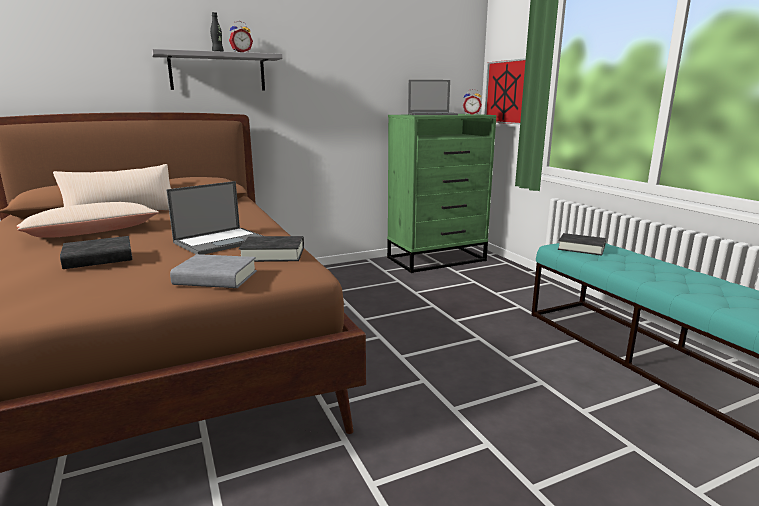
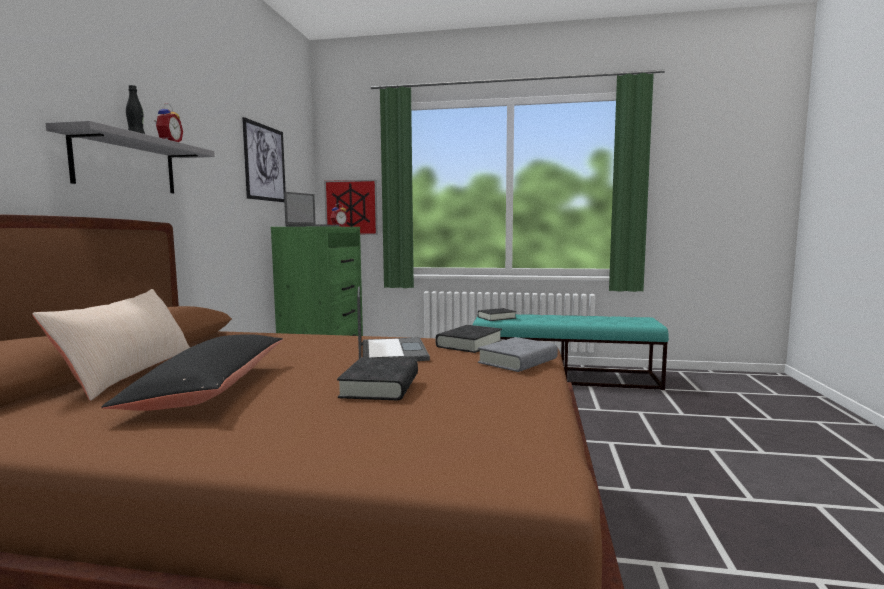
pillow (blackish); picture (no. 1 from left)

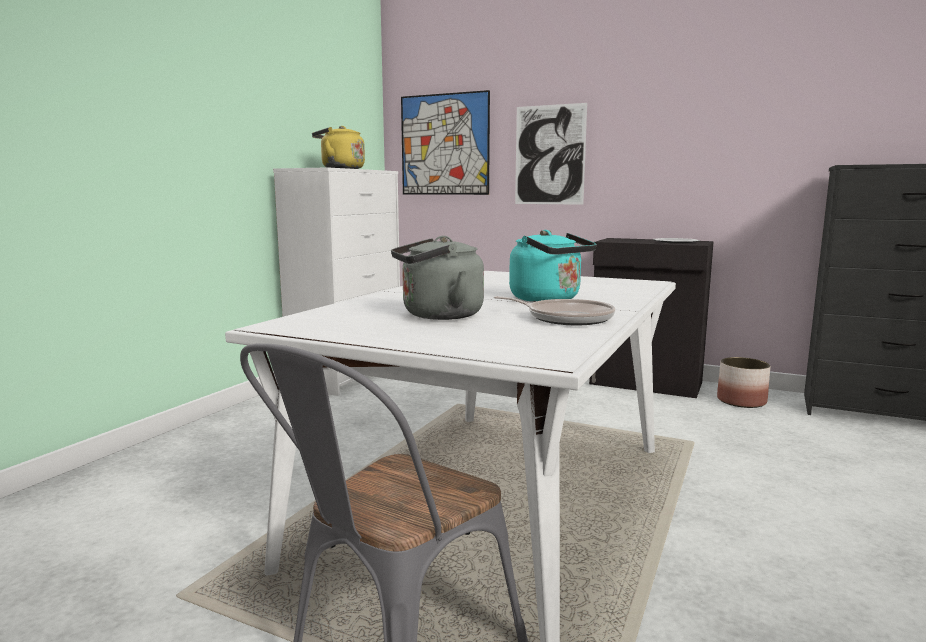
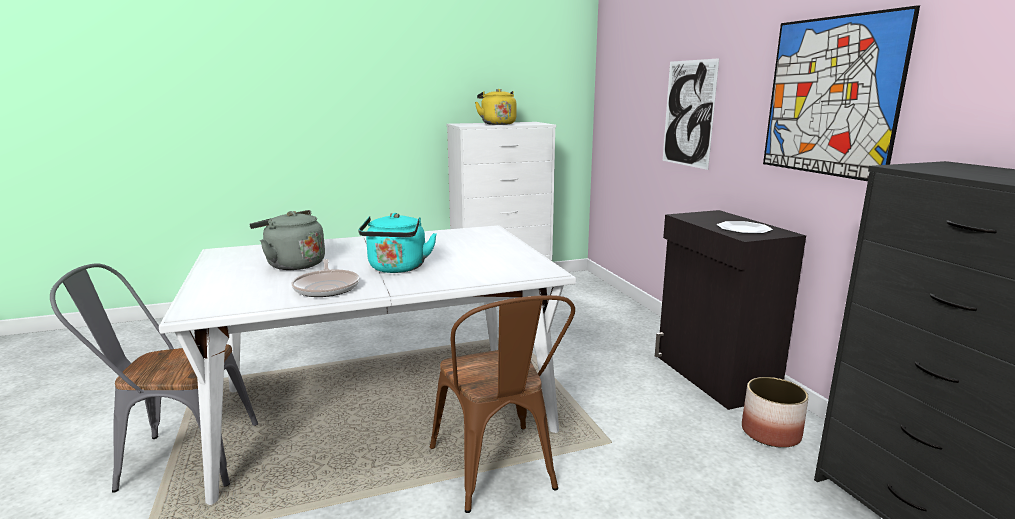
picture (no. 2 from left); chair (brown-coloured)

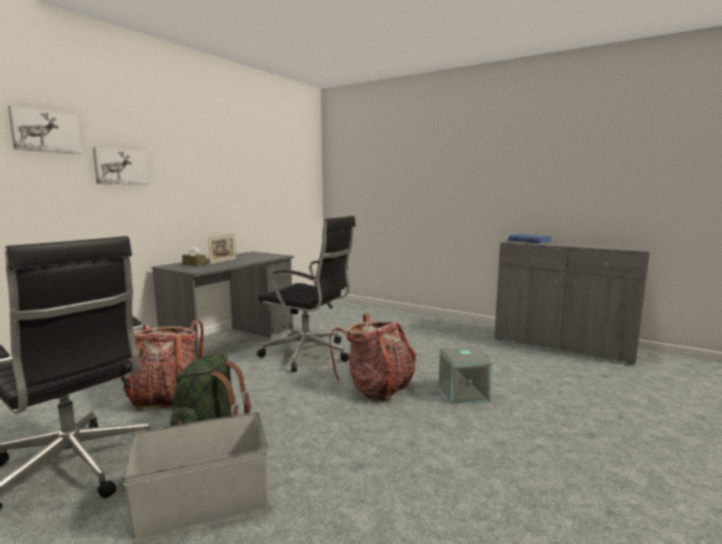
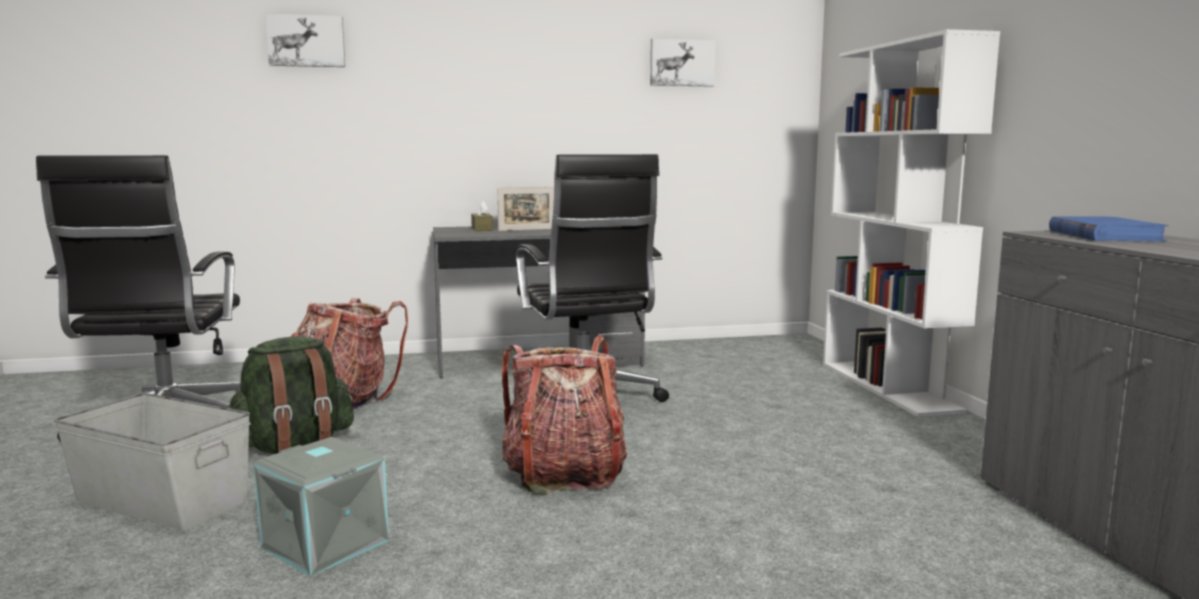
picture (no. 2 from left); storage container (greyish) (no. 2 from left); bookshelf (white)

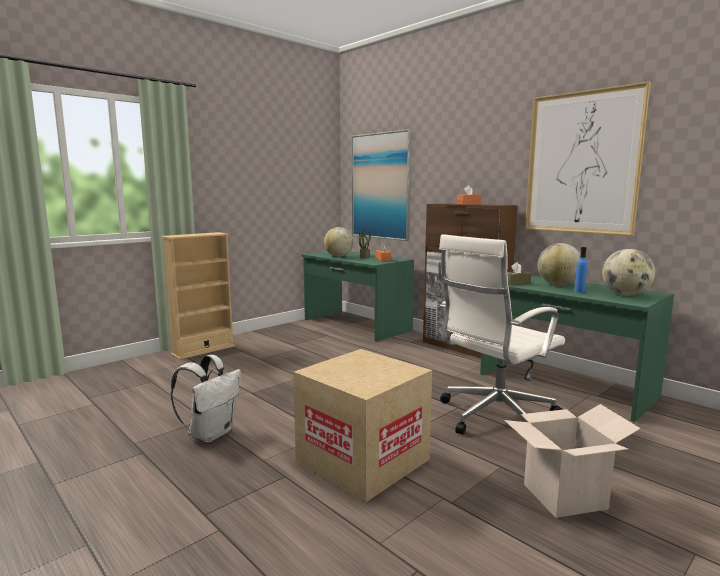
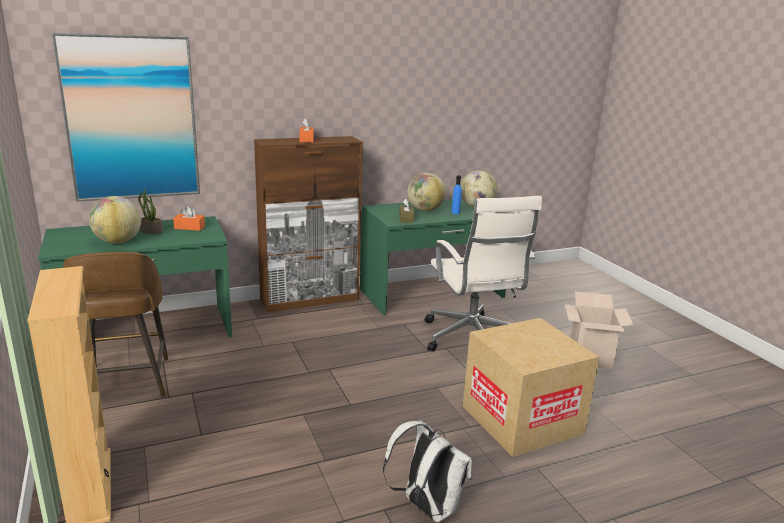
picture (no. 2 from left in the first image); sitting stool (brown-coloured)

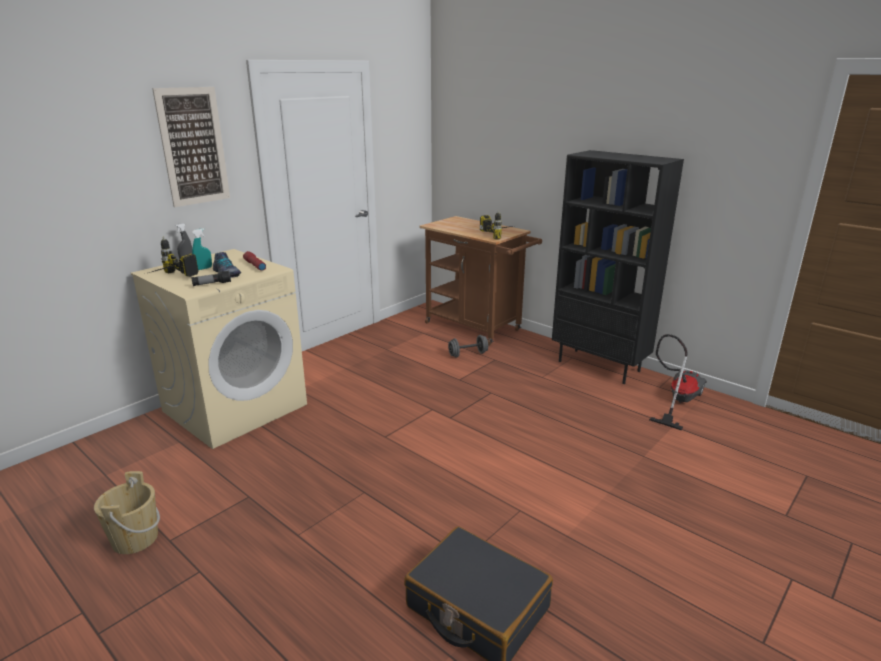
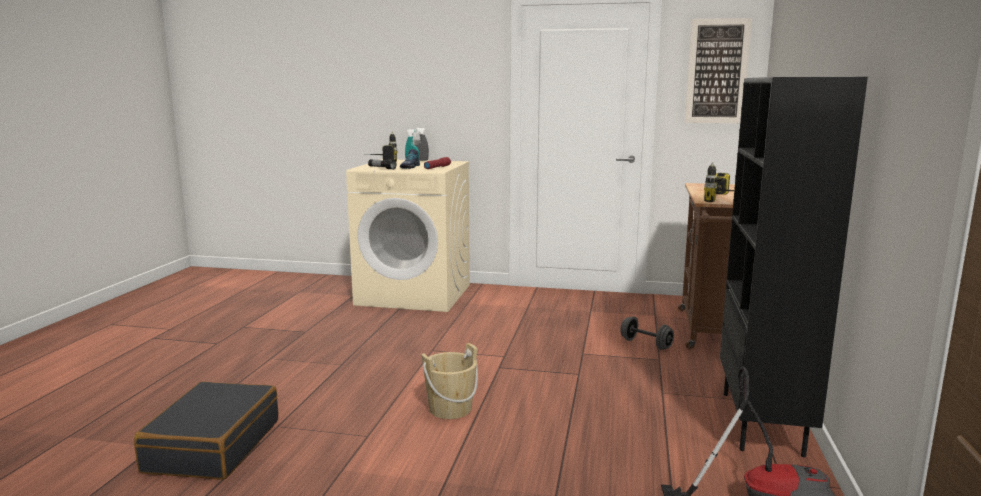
water bucket (beige); picture

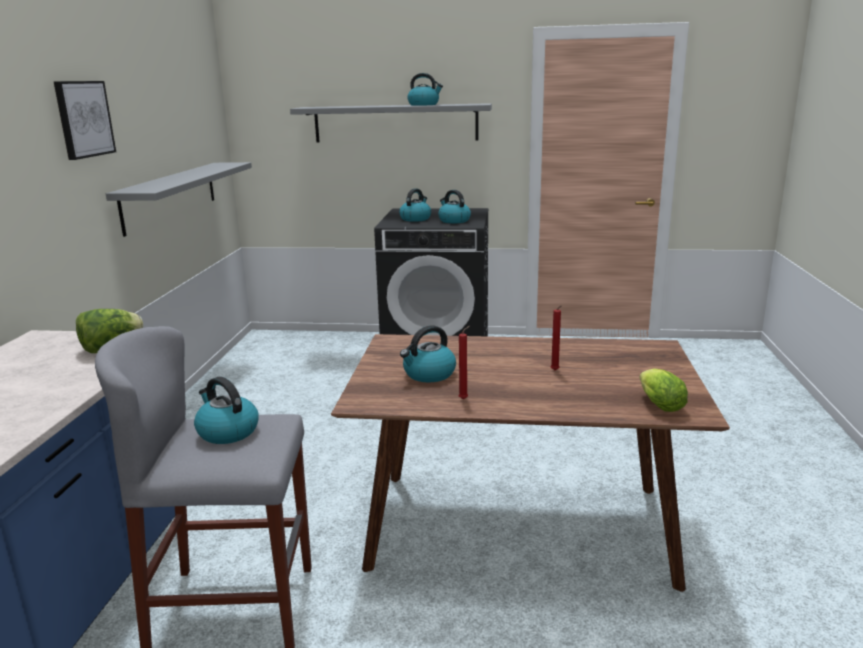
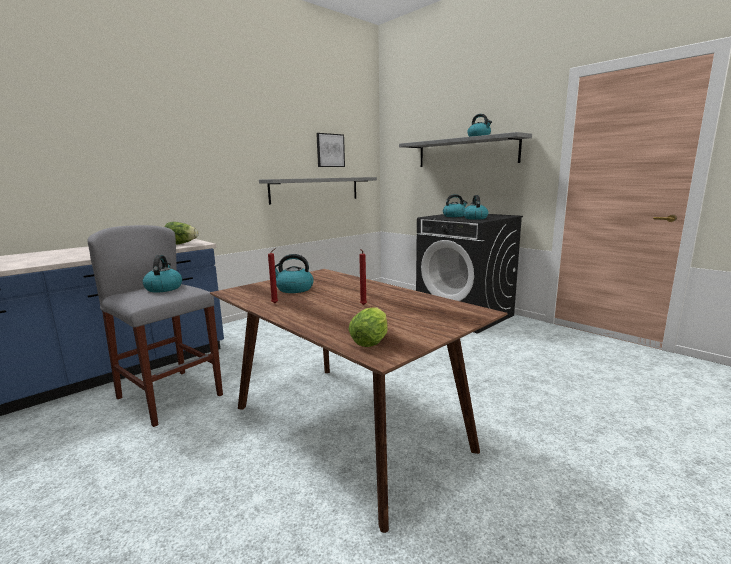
picture

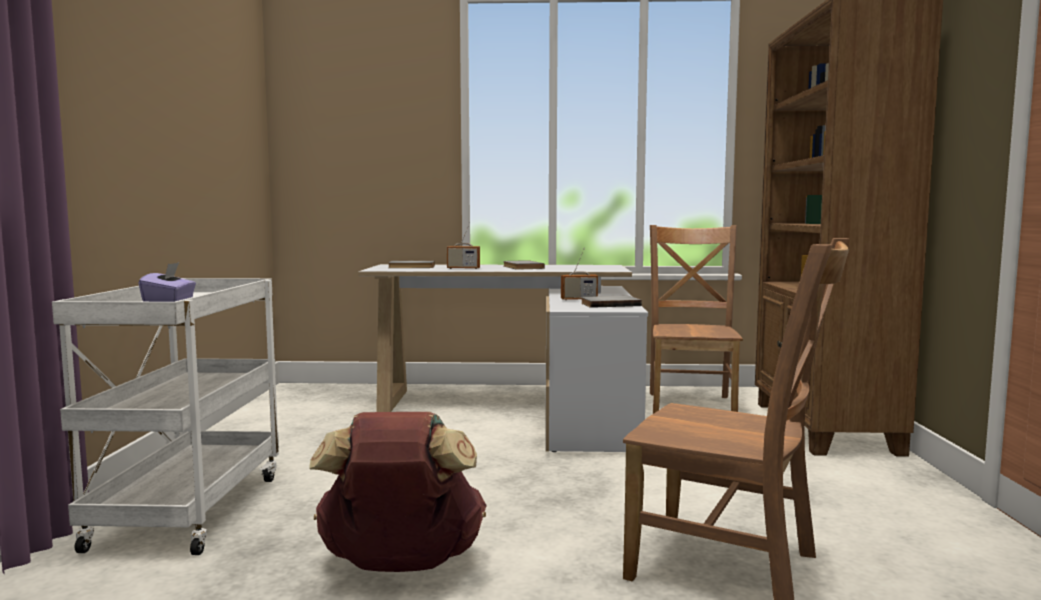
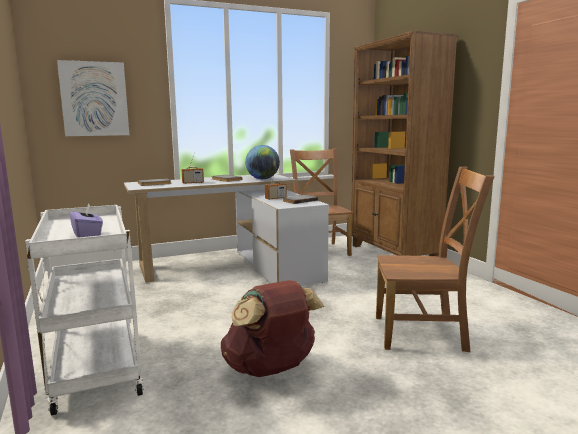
picture; world globe

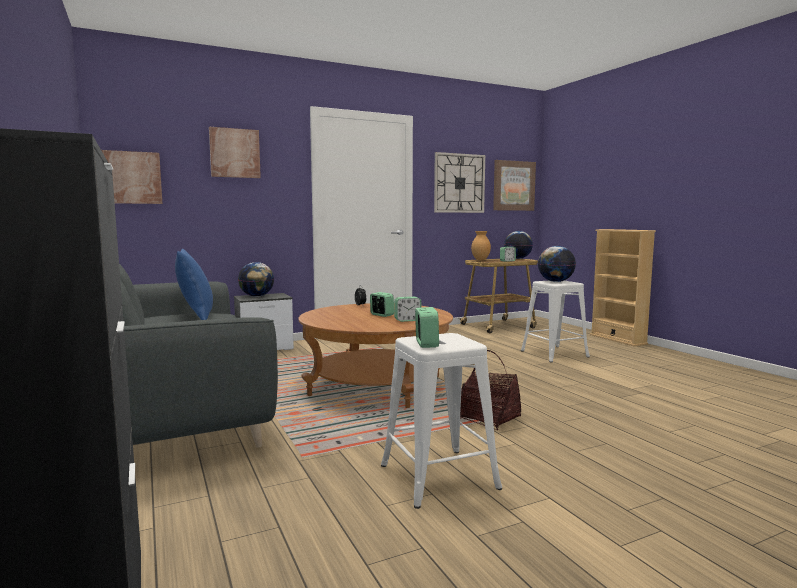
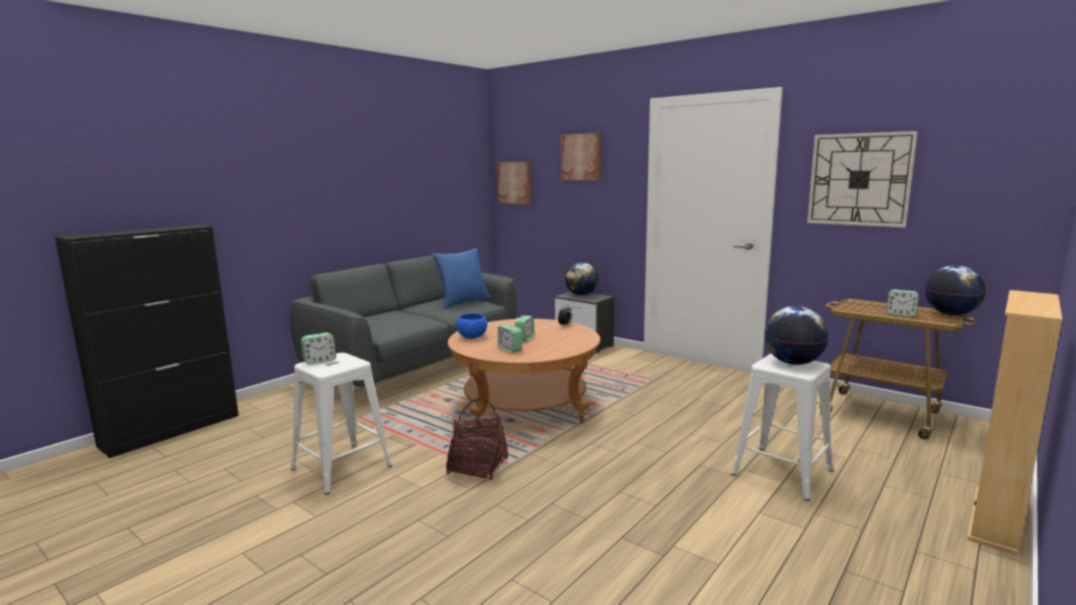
vase (brown-coloured); picture (no. 3 from left in the first image); serving bowl (blue-coloured)

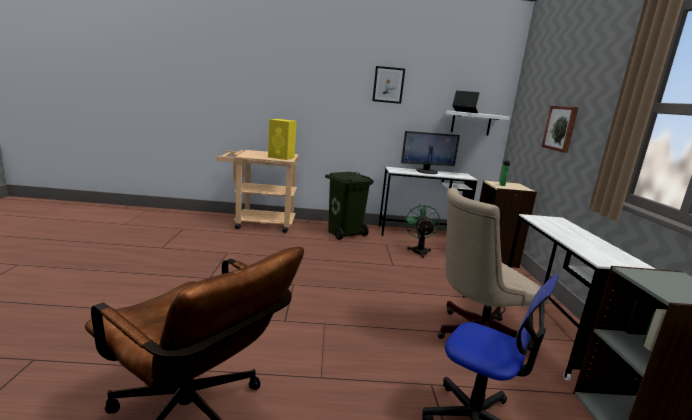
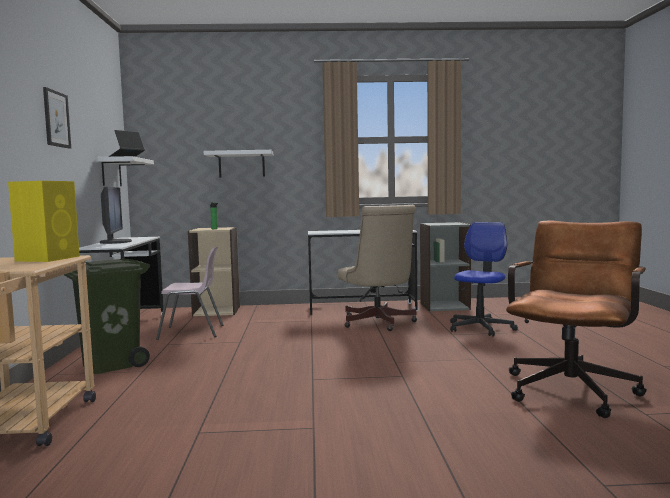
chair (pink); shelf (white) (no. 2 from left)

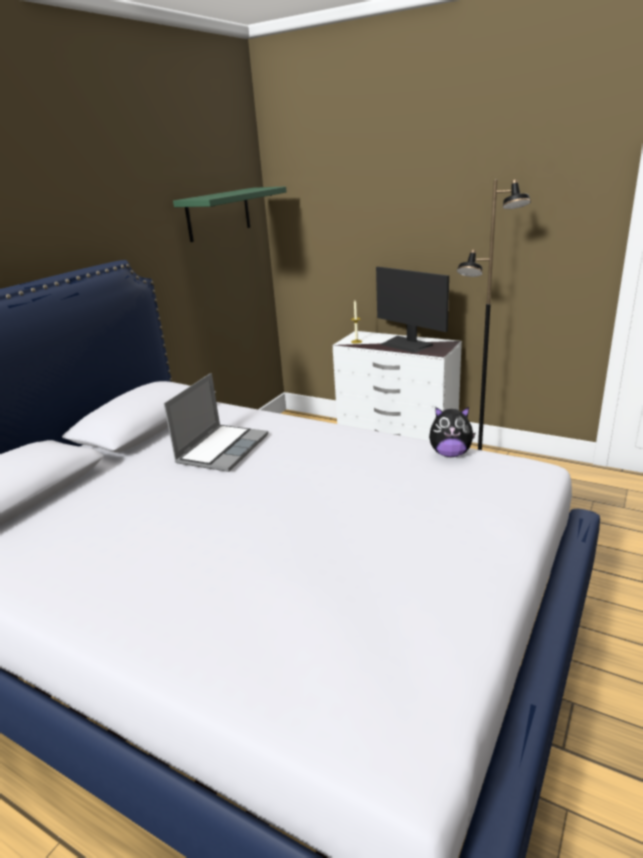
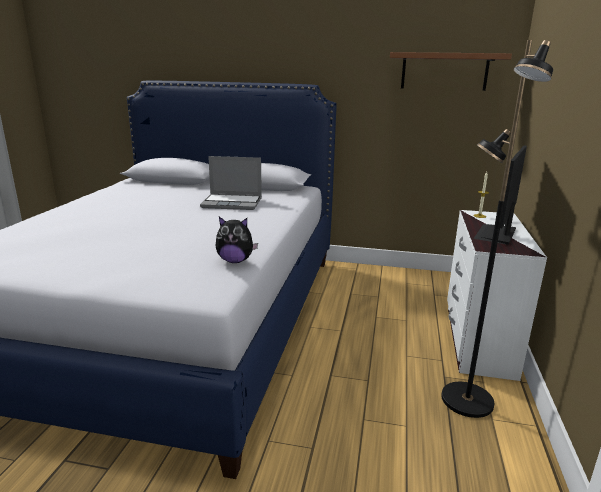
shelf (brown-coloured); soft toy

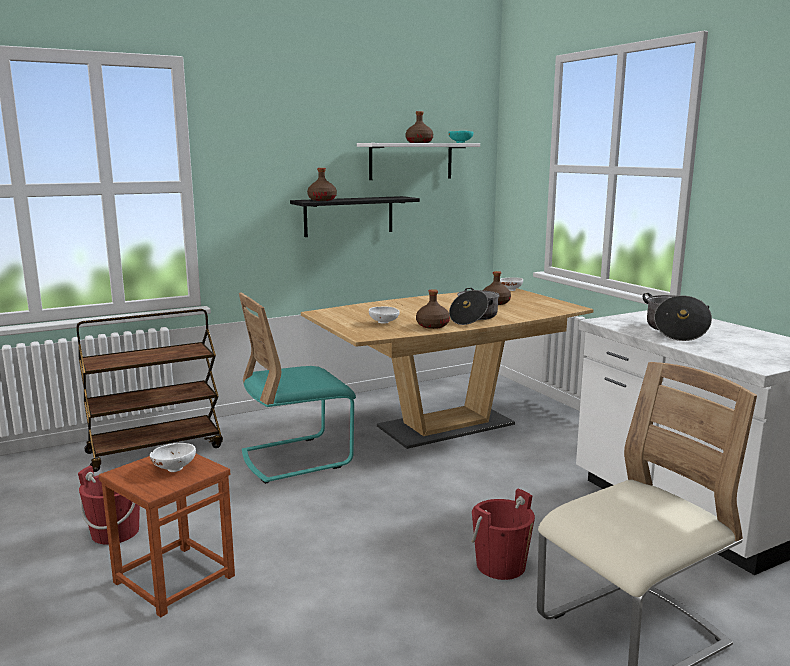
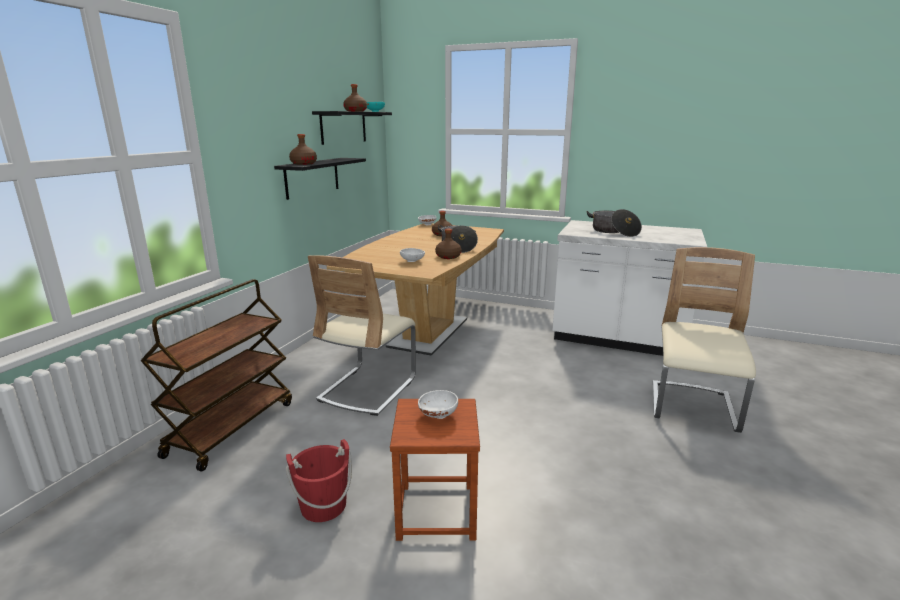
chair (beige) (no. 1 from left); shelf (blackish) (no. 2 from left); water bucket (reddish) (no. 2 from left in the first image)

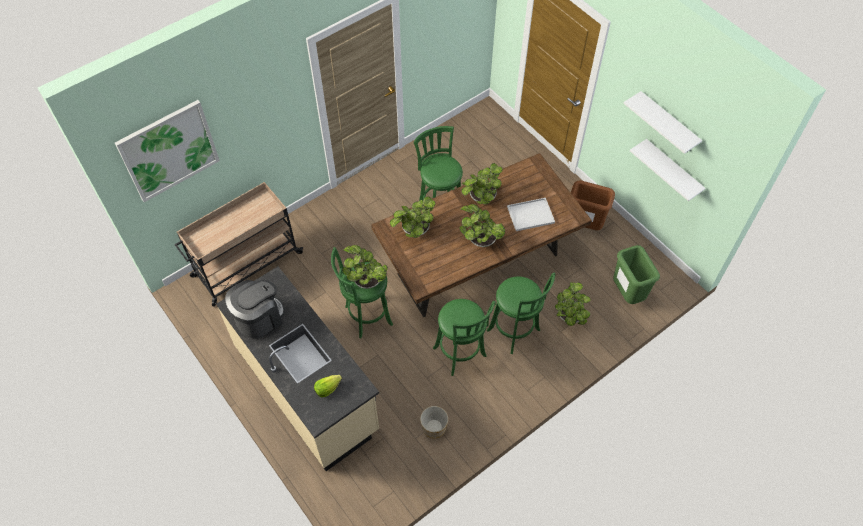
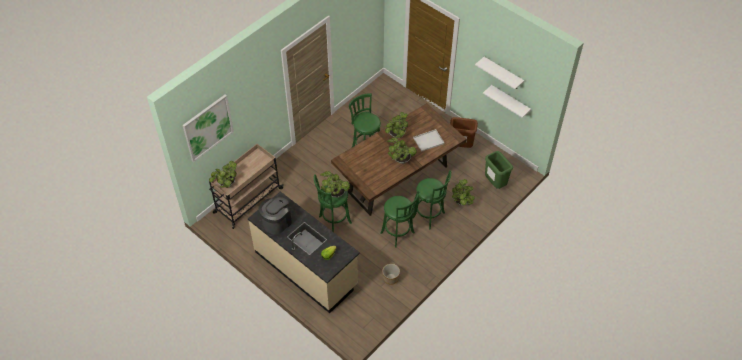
potted plant (no. 1 from left)

